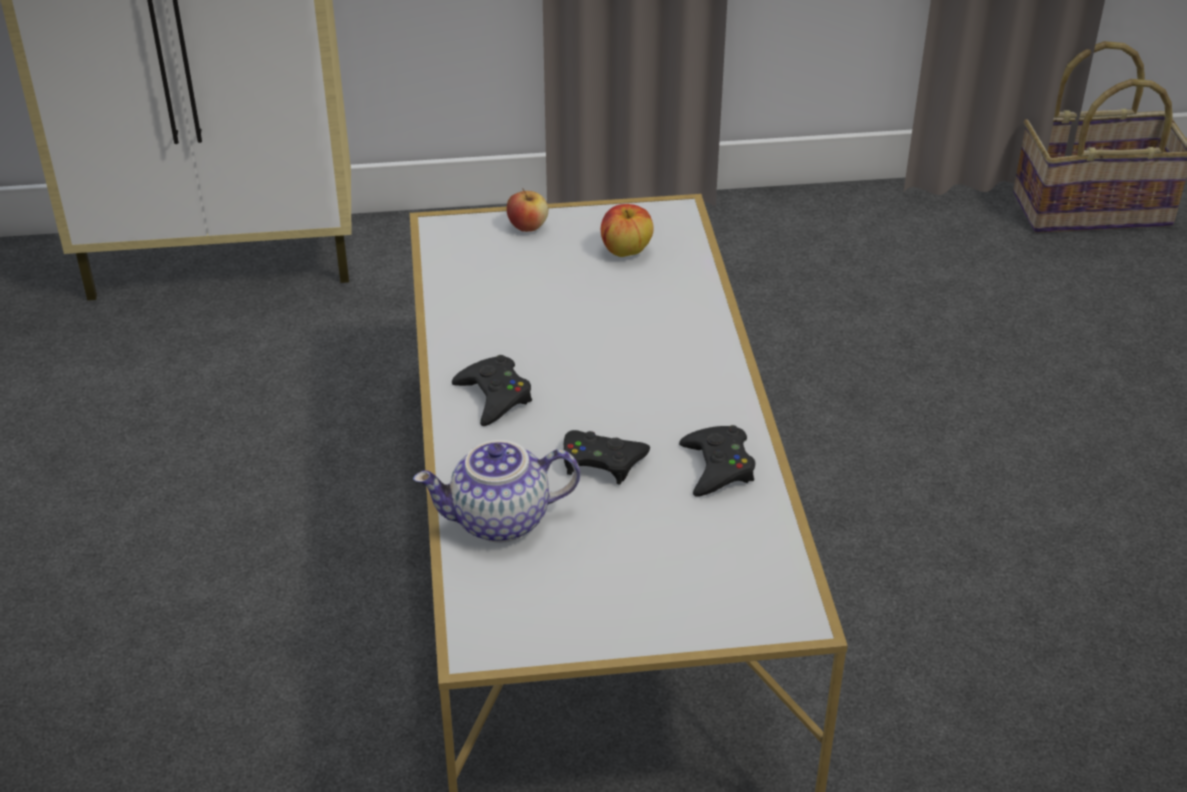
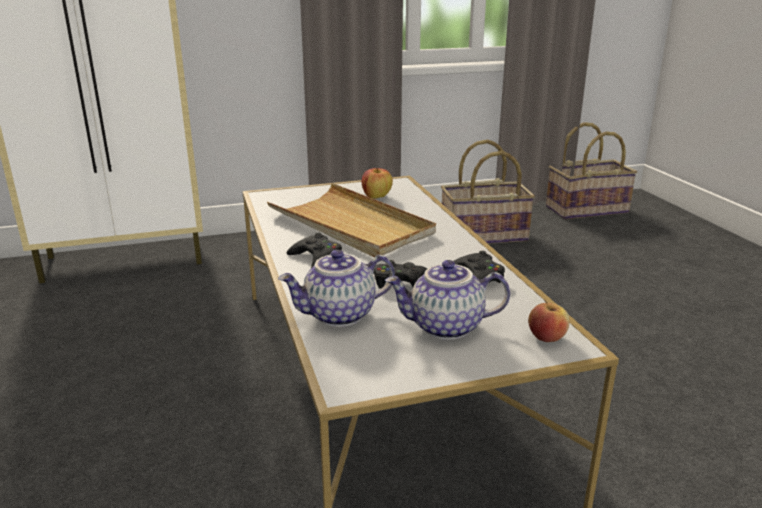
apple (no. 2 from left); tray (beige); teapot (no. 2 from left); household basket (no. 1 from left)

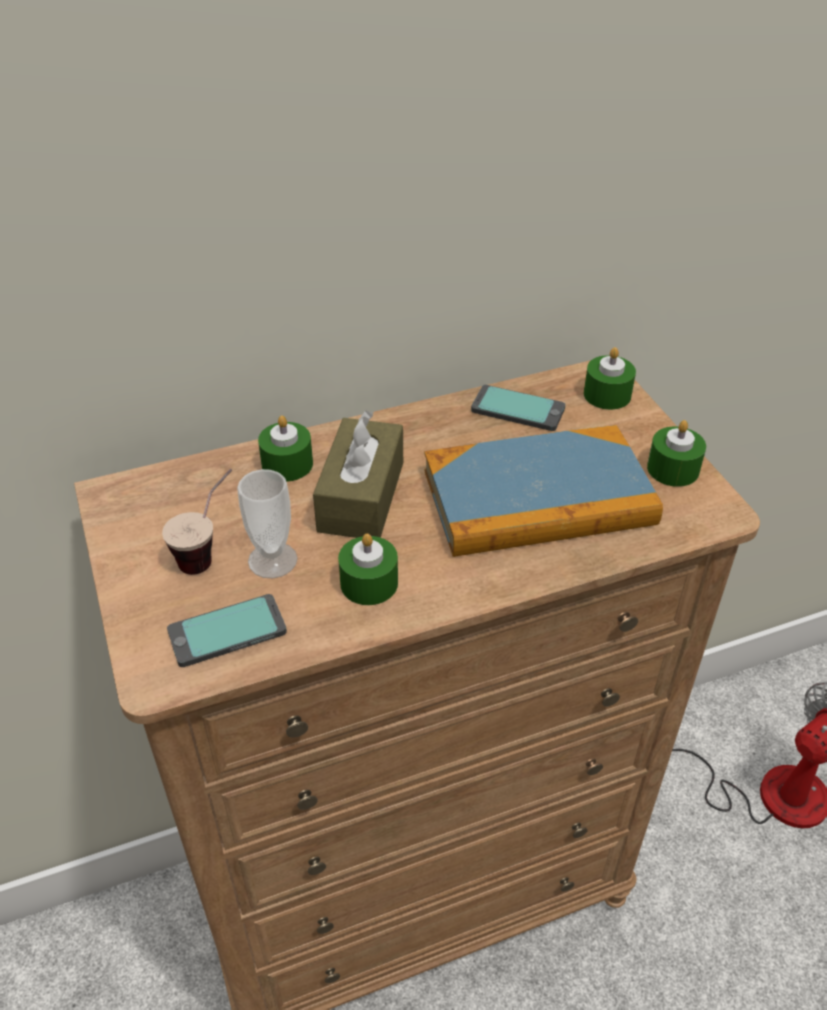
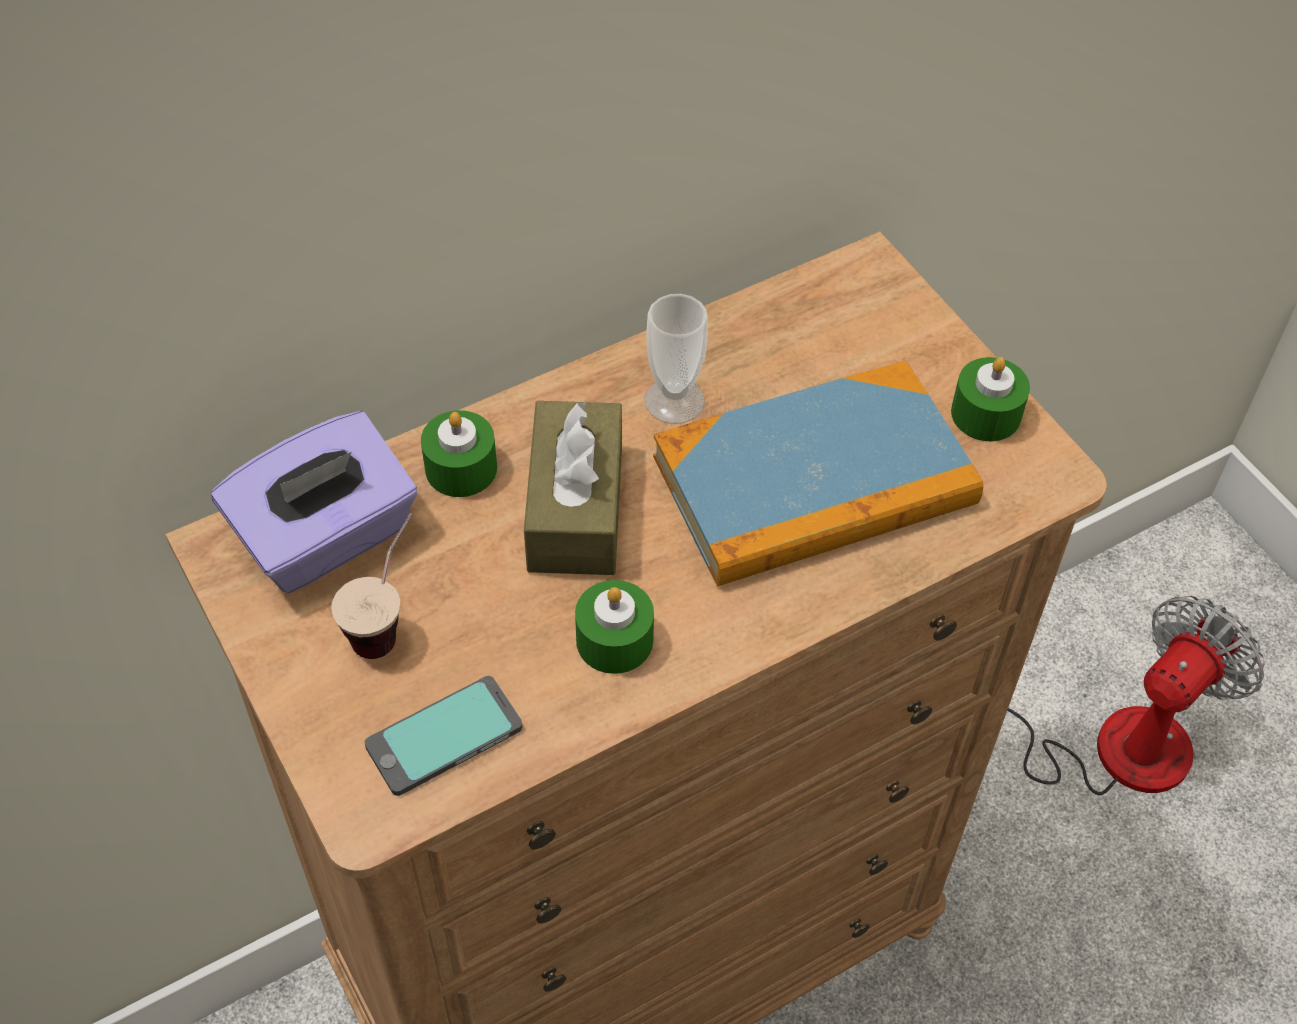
cup (no. 2 from left); phone (no. 2 from left in the first image); wax light (green-coloured) (no. 3 from left in the first image); box of tissues (purple-coloured)

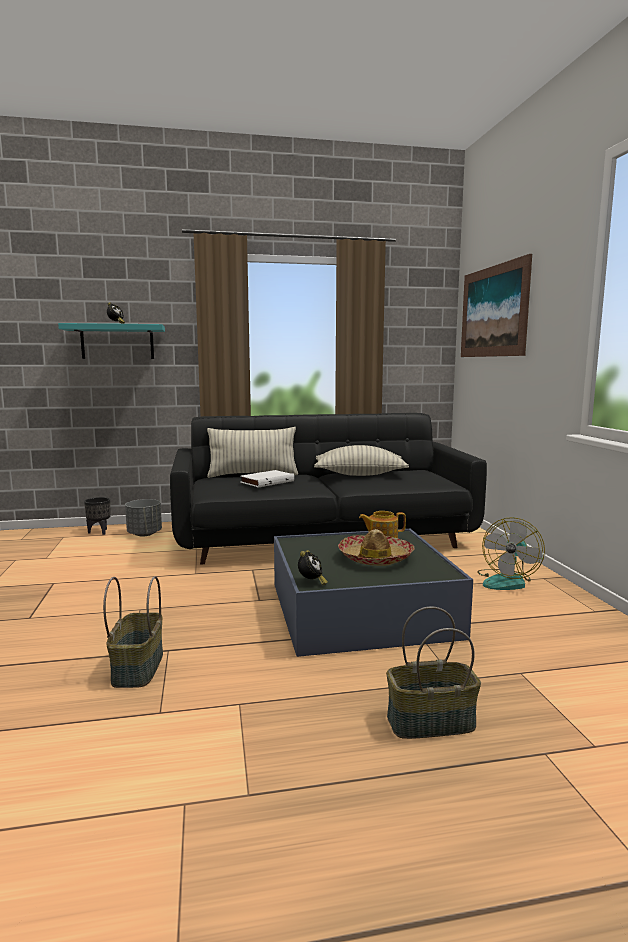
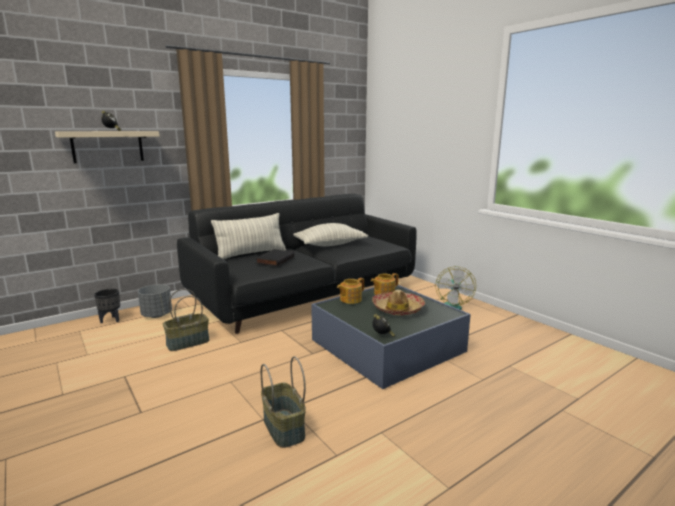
shelf (beige); volume (blackish); household basket (no. 1 from left); picture; teapot (no. 1 from left)

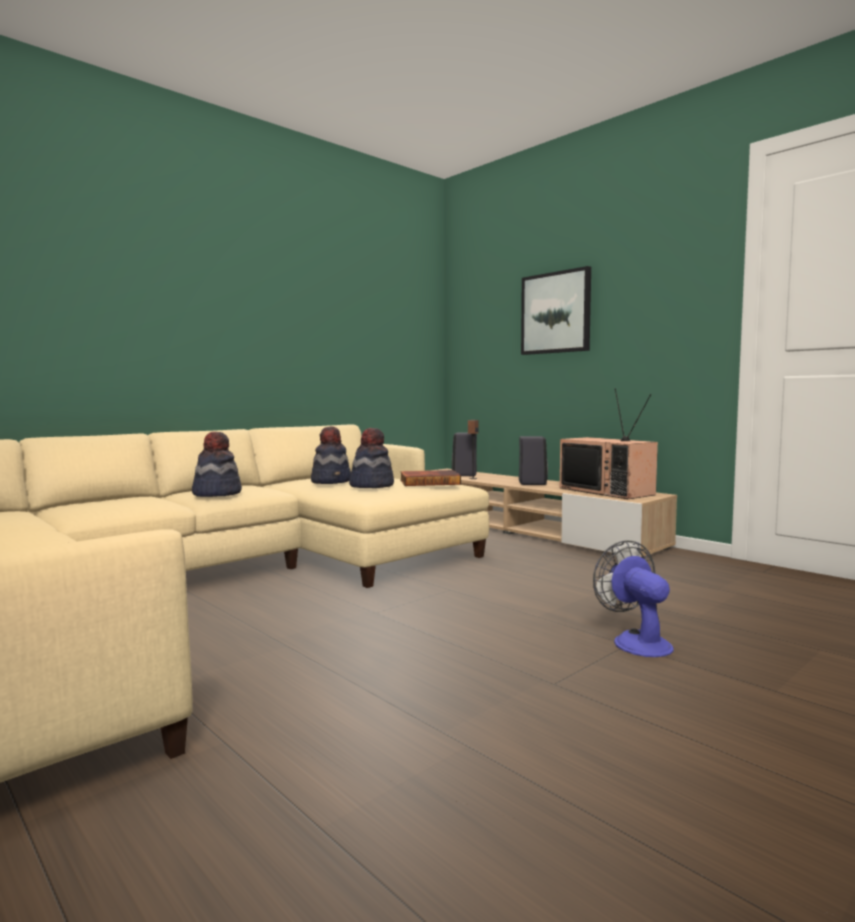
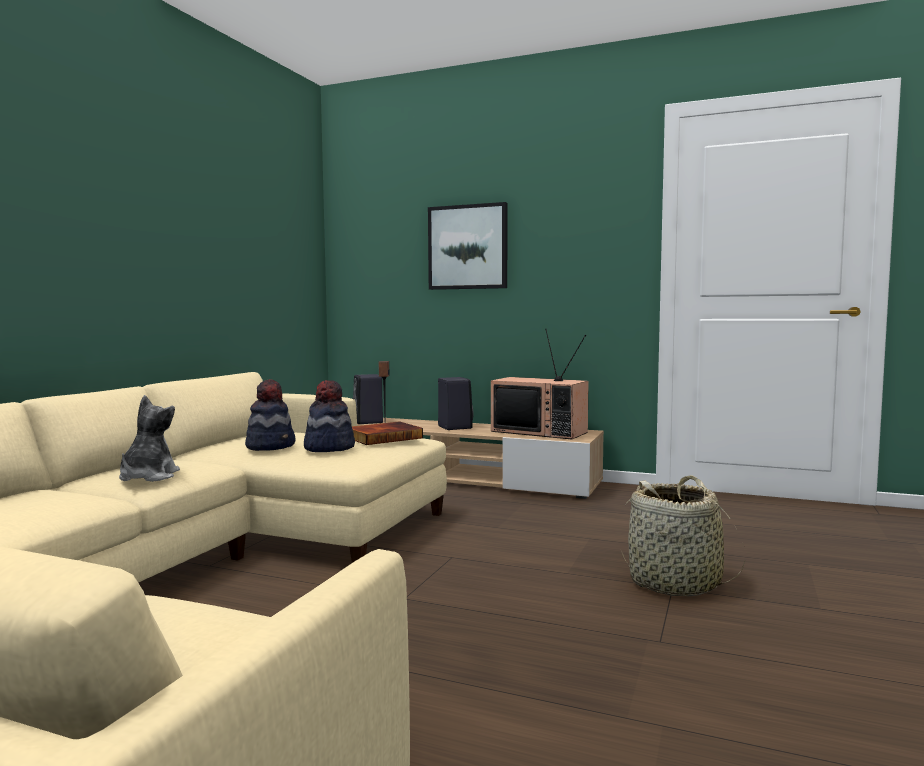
soft toy; household basket

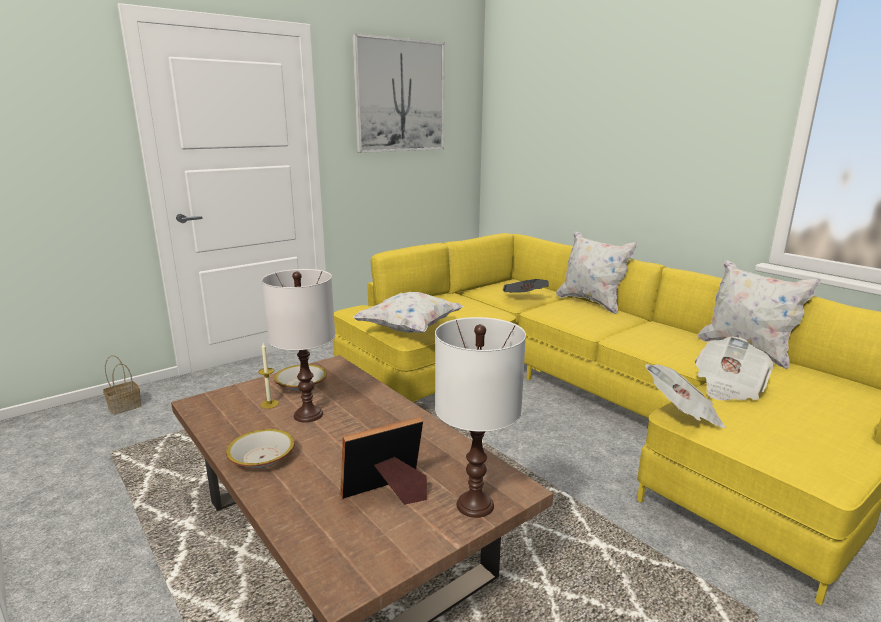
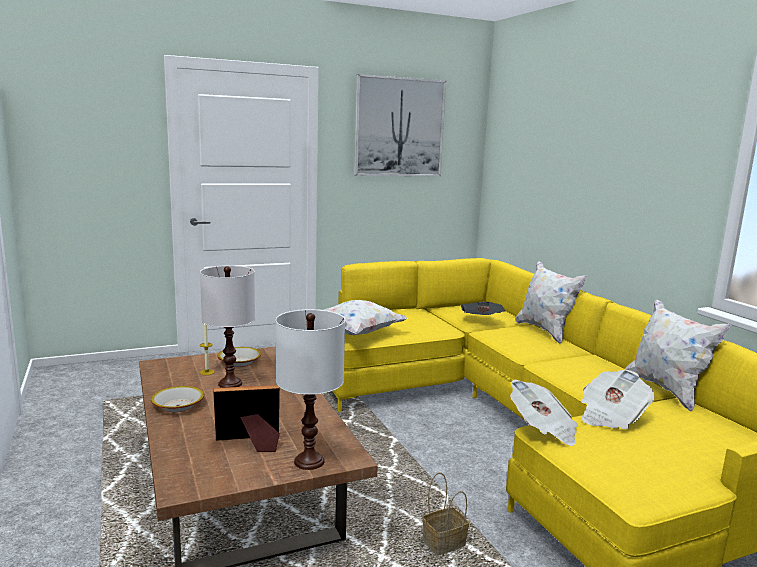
household basket

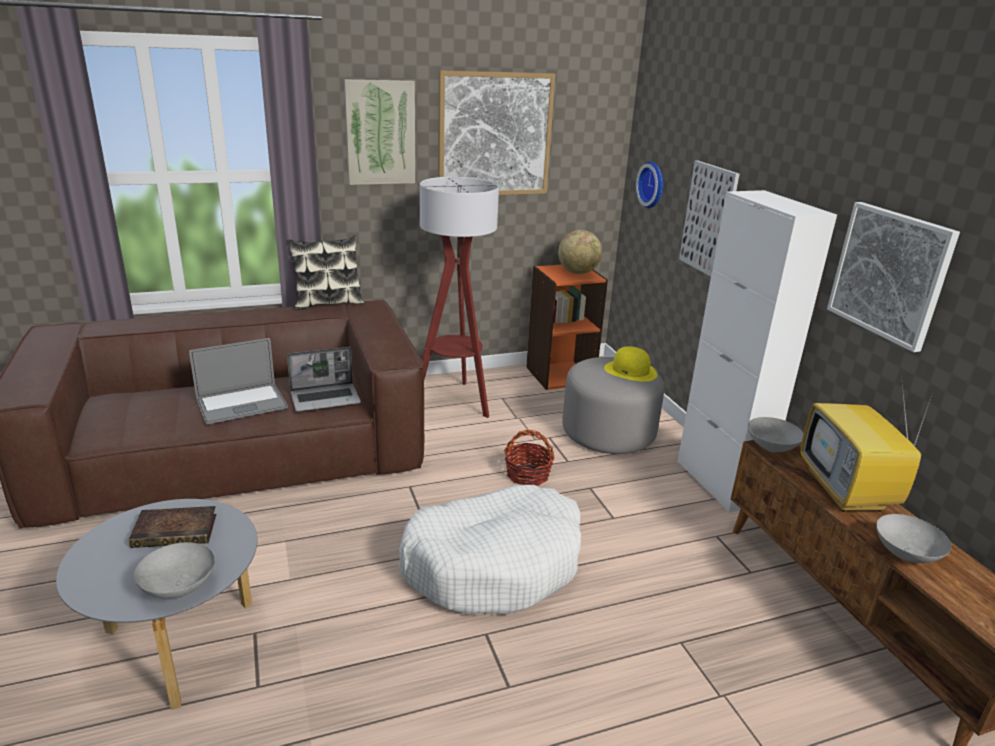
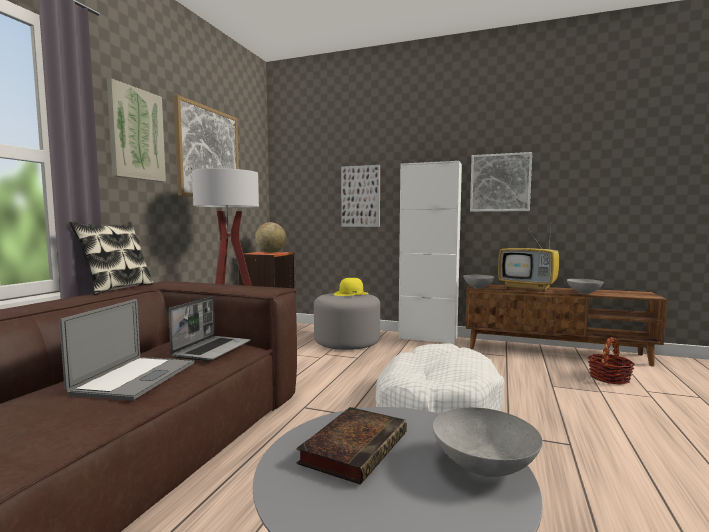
household basket; hanging clock

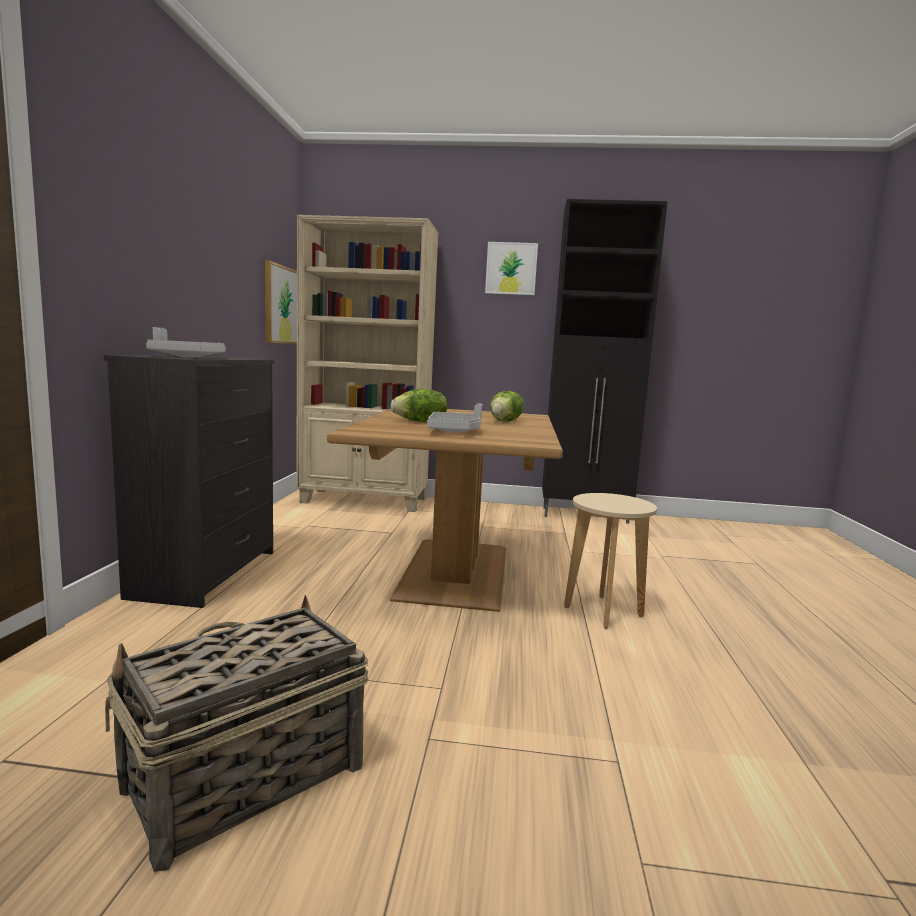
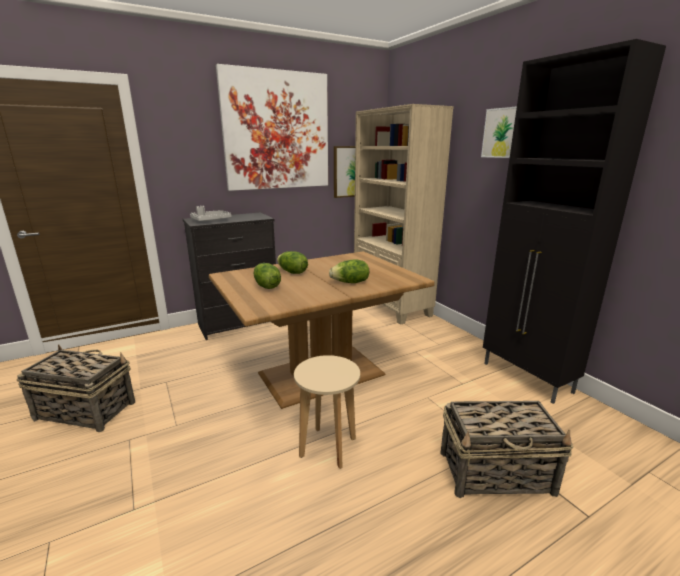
lettuce (no. 1 from left); picture (no. 1 from left); household basket (no. 2 from left)

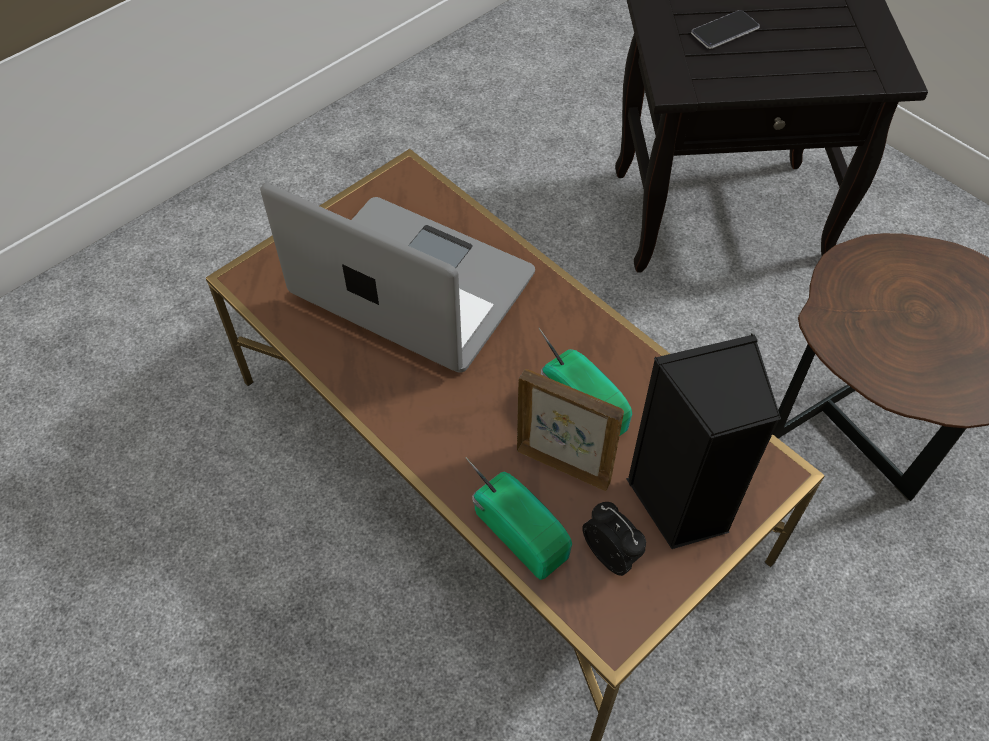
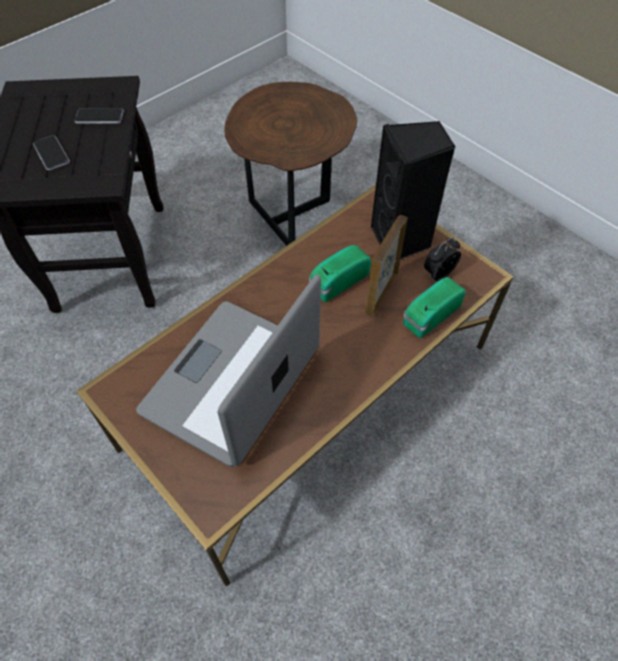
phone (no. 2 from left)

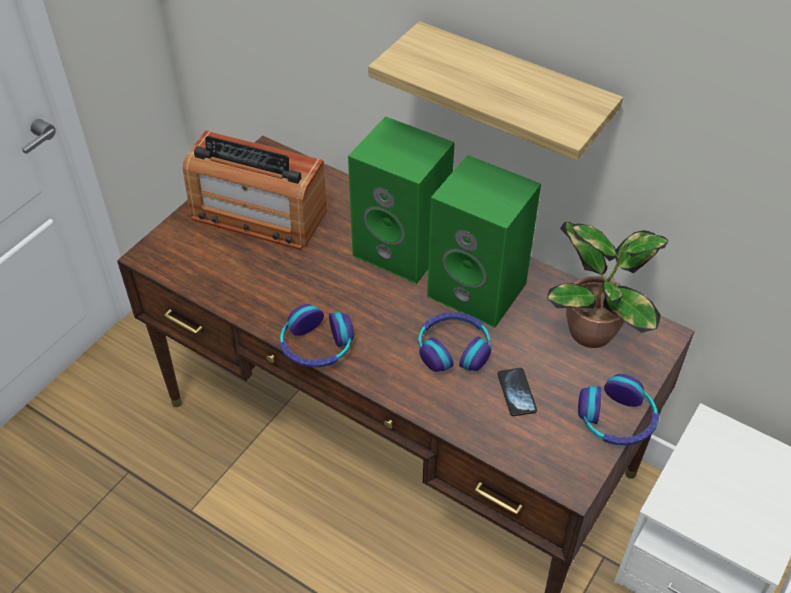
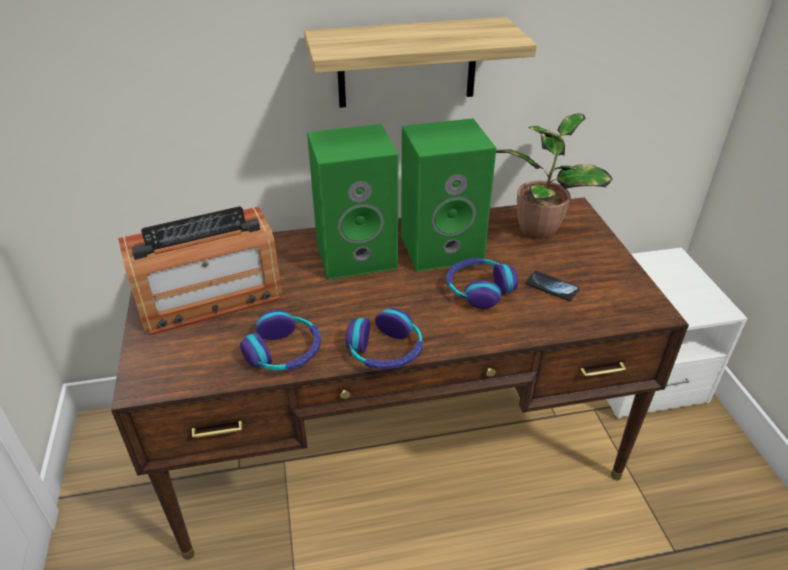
pair of headphones (no. 1 from left)

